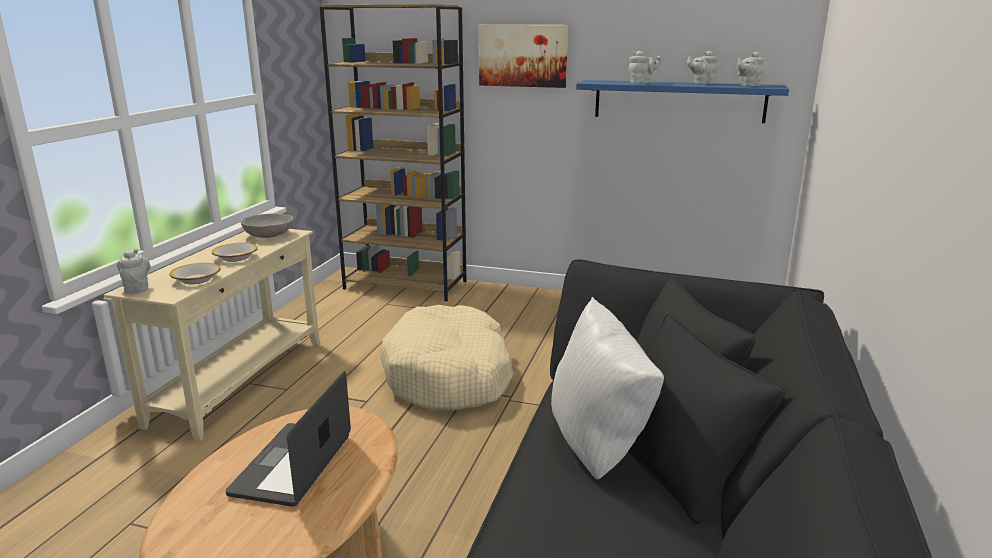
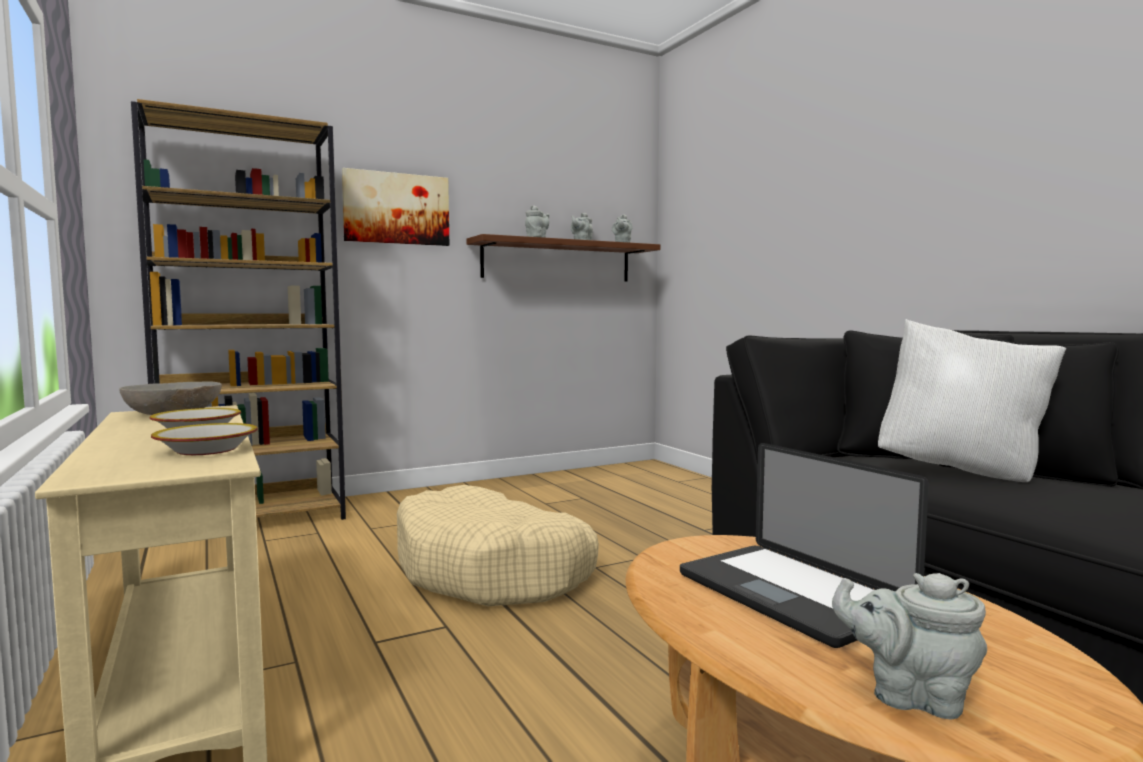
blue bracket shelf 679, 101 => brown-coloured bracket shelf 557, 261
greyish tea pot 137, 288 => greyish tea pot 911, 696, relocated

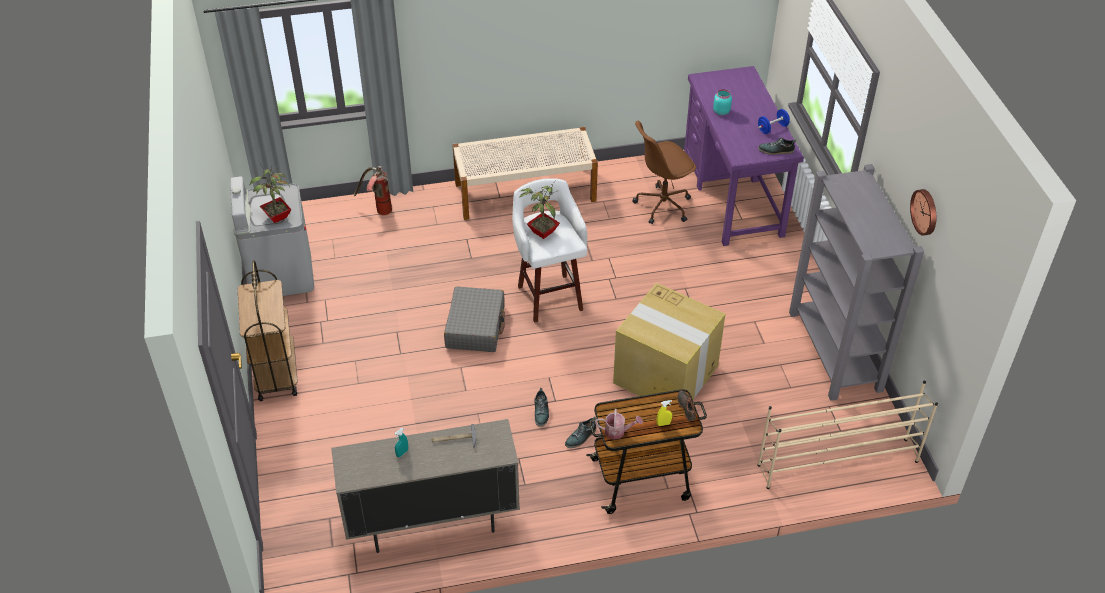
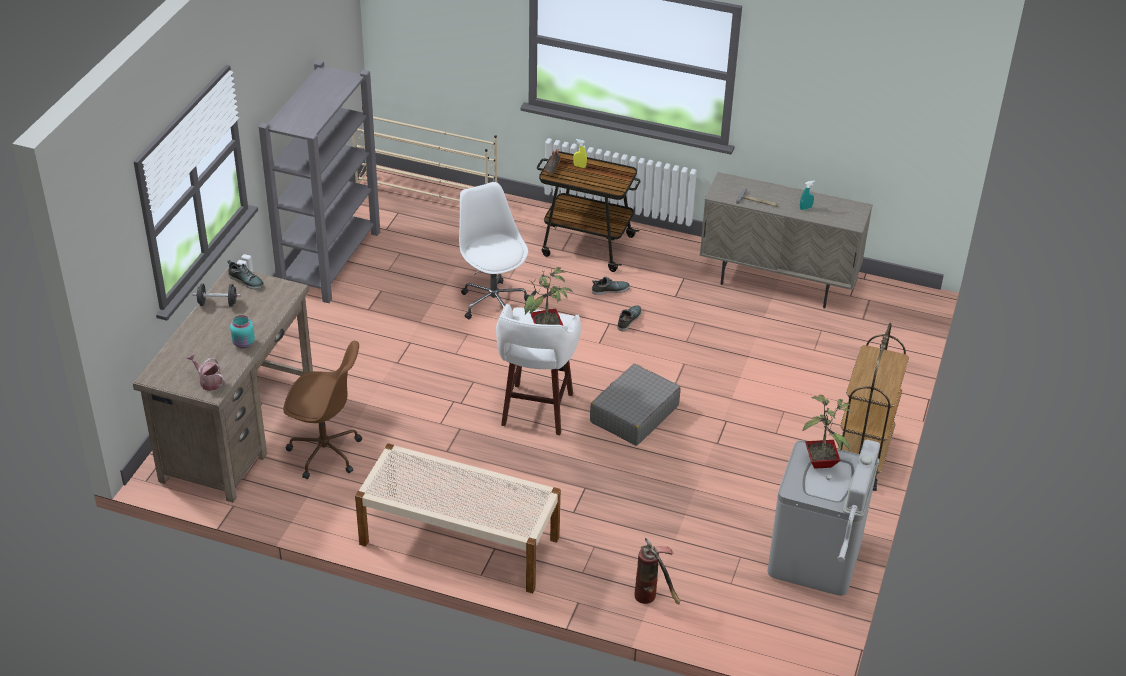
purple-coloured desk table 733, 195 => brown-coloured desk table 237, 431
sprinkling can 617, 431 => sprinkling can 208, 382, relocated
blue dumbbell 772, 128 => black dumbbell 218, 303
carton 667, 375 => white-coloured computer chair 493, 302
clock on the wall 925, 212 => nothing

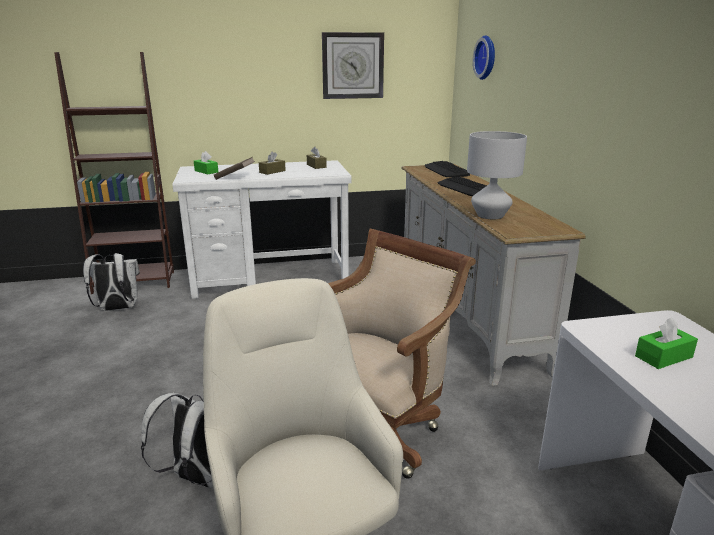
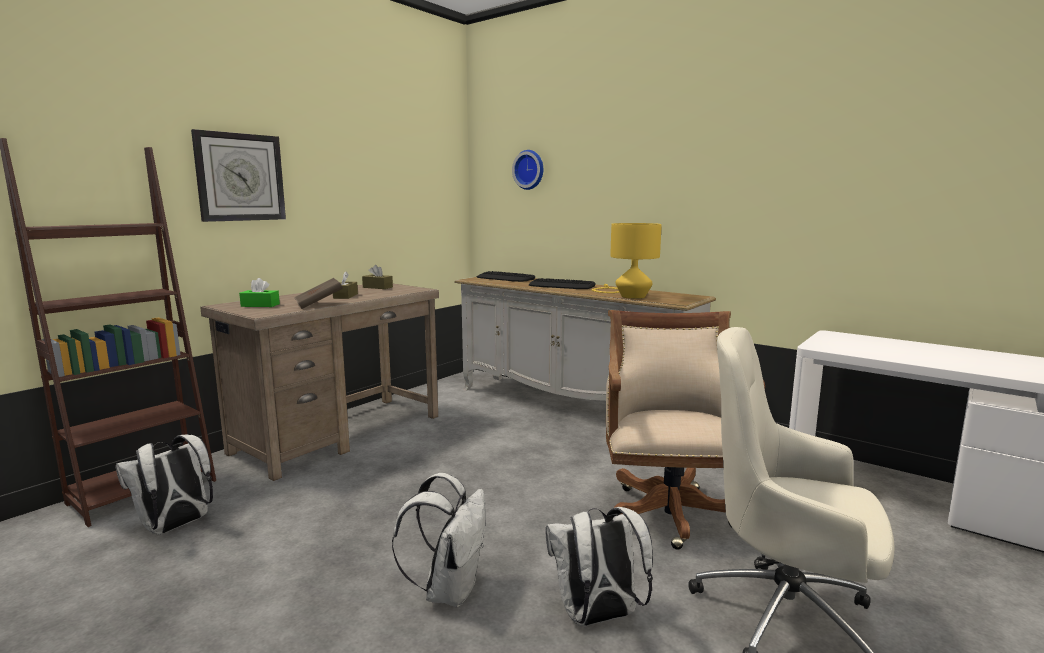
clock on the wall 352, 66 => clock on the wall 240, 177, relocated
white-coloured desk table 270, 278 => brown-coloured desk table 339, 433
nothing => white-coloured rucksack 449, 590
greyish table lamp 491, 210 => yellow table lamp 623, 294
green-coloured box of tissues 663, 357 => nothing

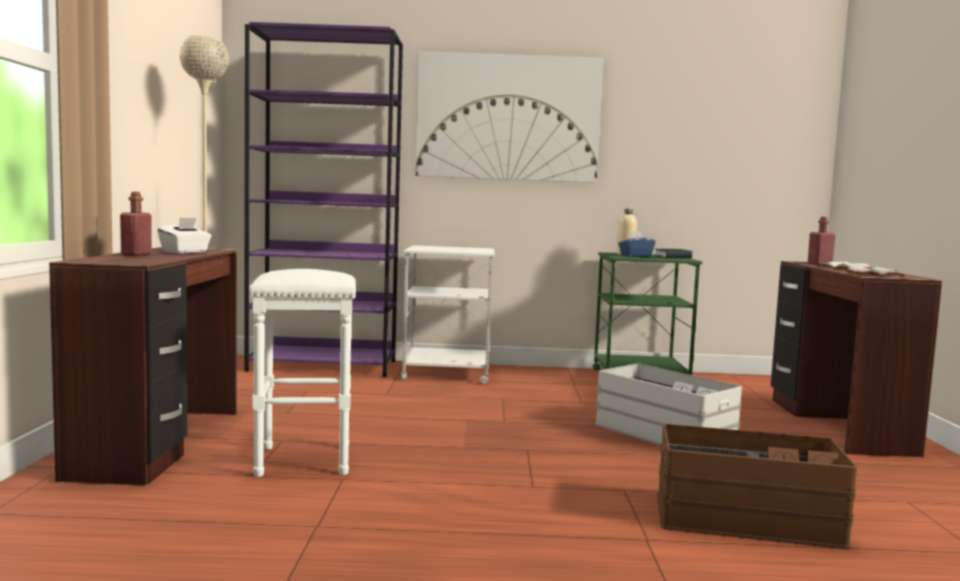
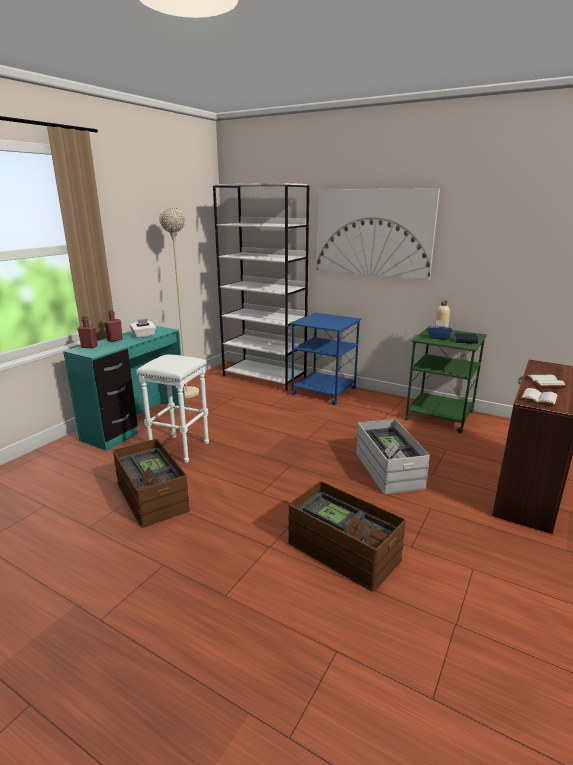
brown-coloured desk table 161, 443 => blue-green desk table 137, 424
red-coloured beverage bottle 819, 264 => red-coloured beverage bottle 89, 347, relocated
nothing => brown-coloured storage box 153, 495
purple-coloured bookshelf 324, 366 => white-coloured bookshelf 265, 377
white-coloured wheeled cart 448, 372 => blue wheeled cart 325, 392

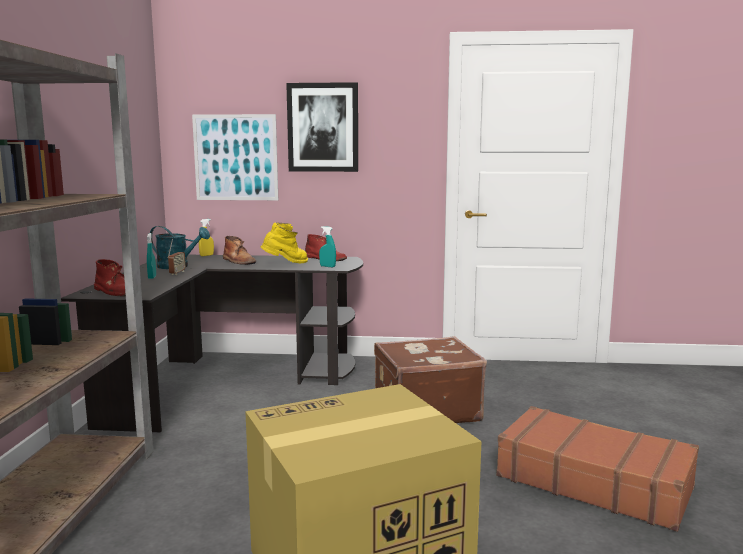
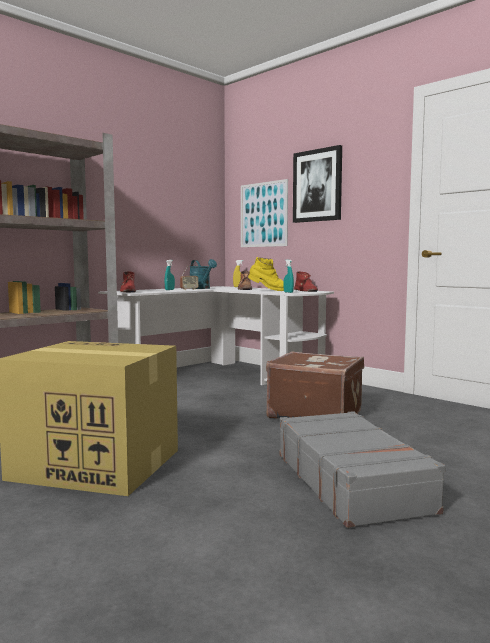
black desk table 223, 380 => white-coloured desk table 221, 375
brown-coloured piece of luggage 593, 481 => greyish piece of luggage 351, 481

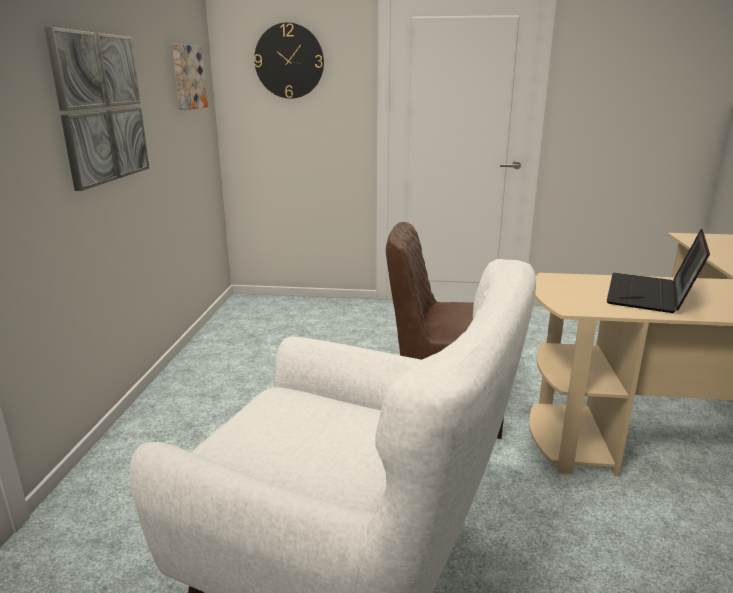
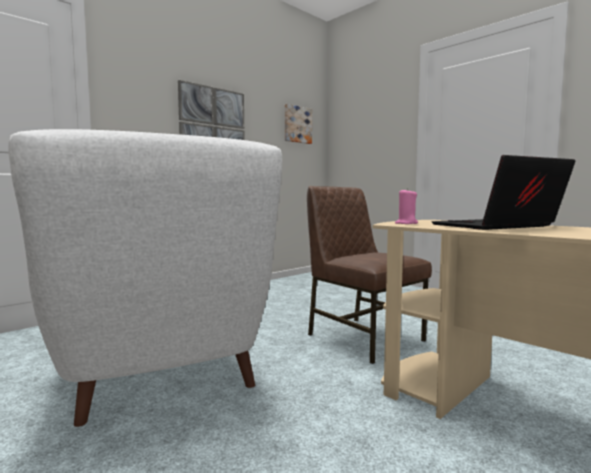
nothing => pinkish candle 406, 223
clock on the wall 289, 61 => nothing

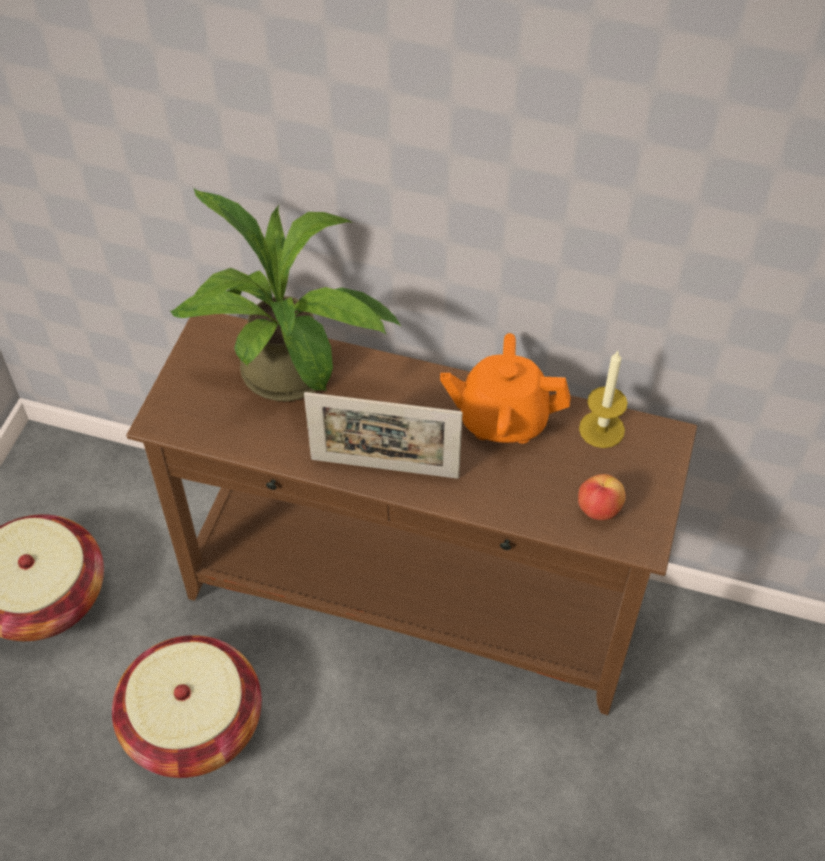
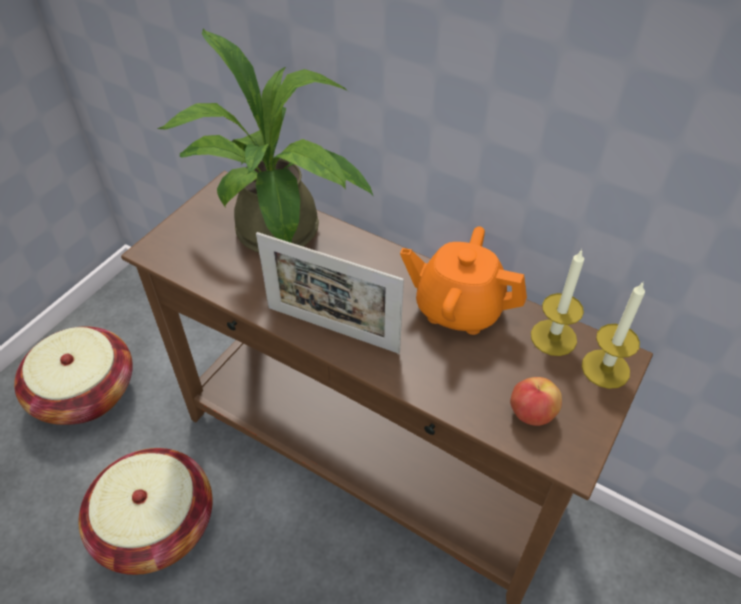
nothing => candle 605, 368

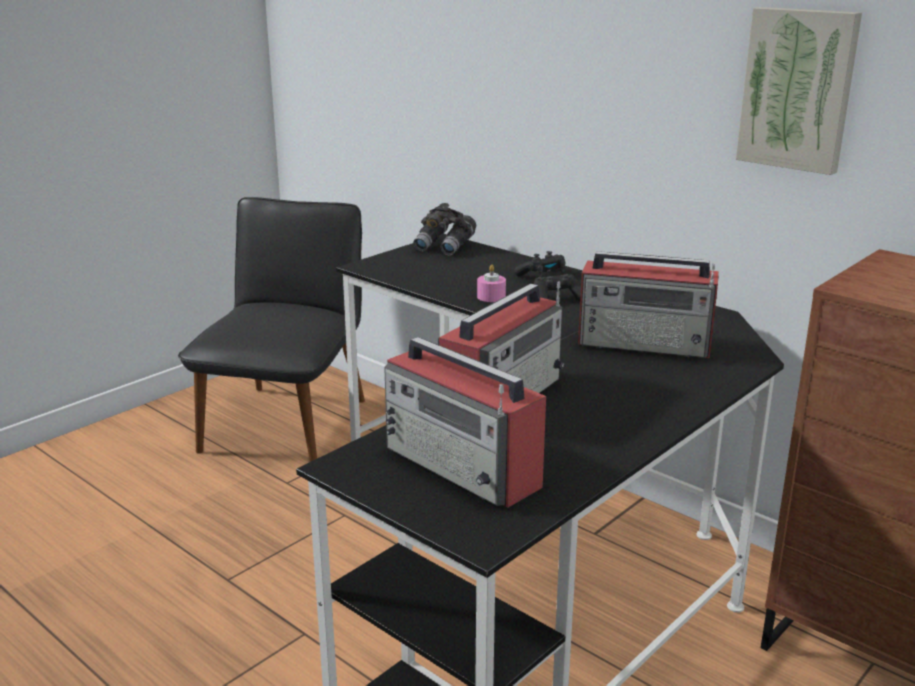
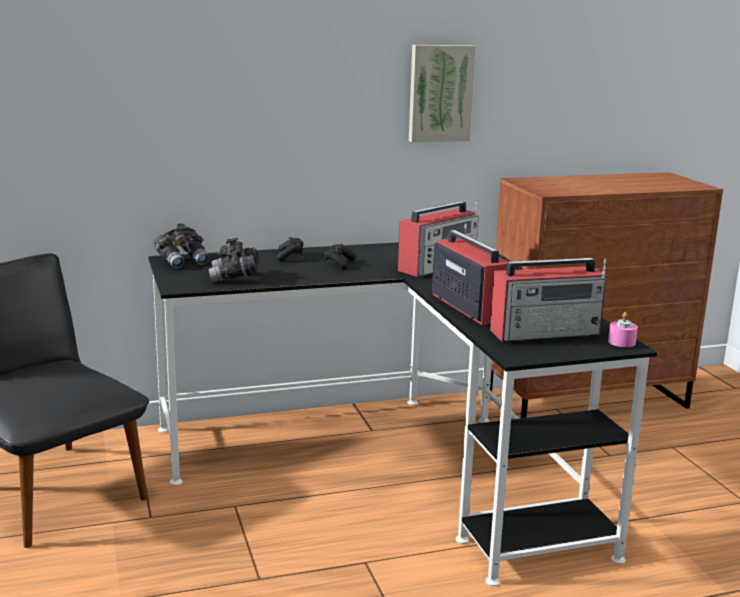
nothing => greyish binoculars 235, 278
pinkish candle 491, 297 => pinkish candle 621, 342, relocated

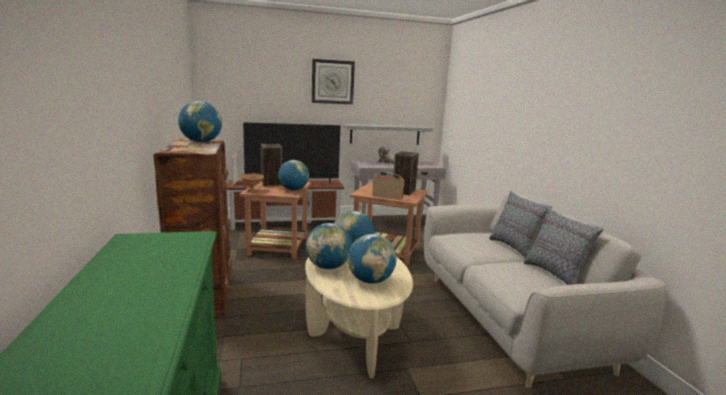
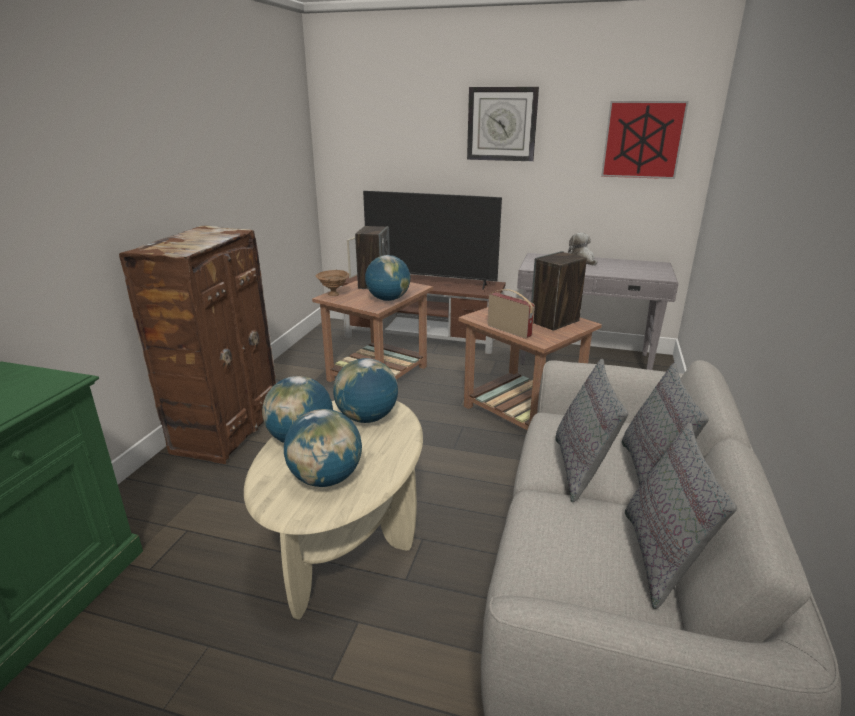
nothing => greyish cushion 580, 469
nothing => wall art 642, 140
desk globe 201, 142 => nothing
greyish bracket shelf 385, 134 => nothing

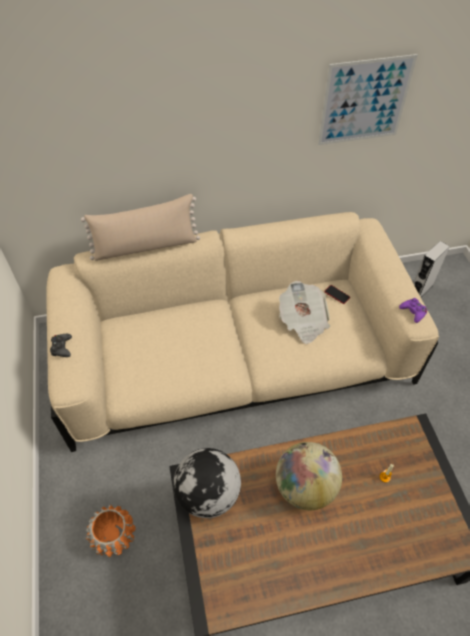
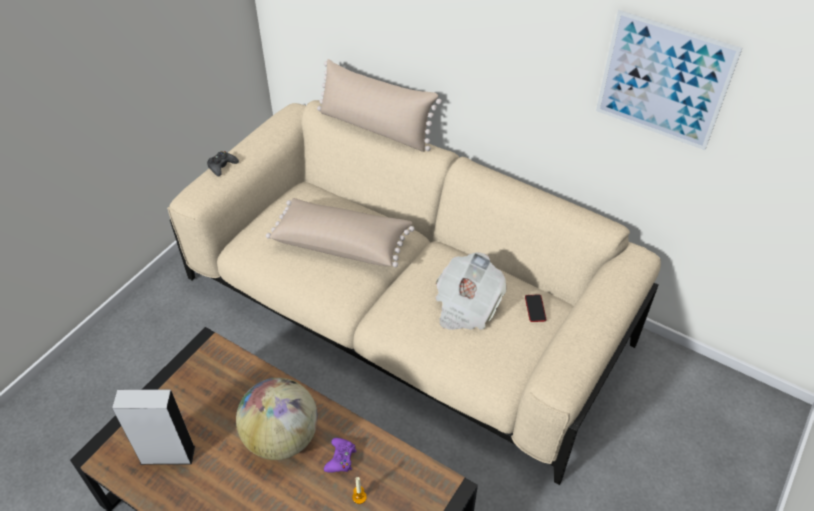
greyish speaker 420, 290 => greyish speaker 167, 455, relocated
nothing => sand-coloured cushion 342, 242
purple-coloured joypad 413, 312 => purple-coloured joypad 341, 458, relocated
orangey flower pot 114, 535 => nothing
desk globe 208, 494 => nothing

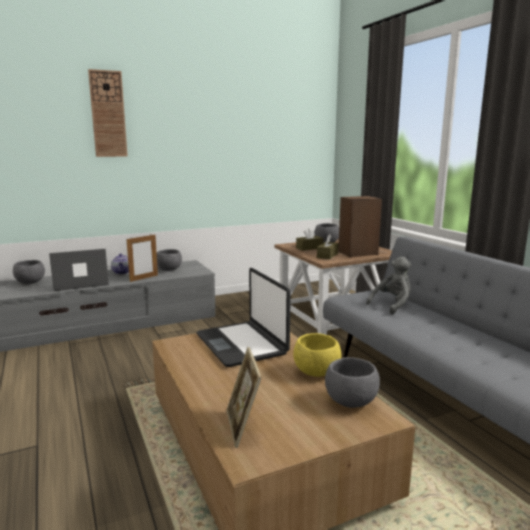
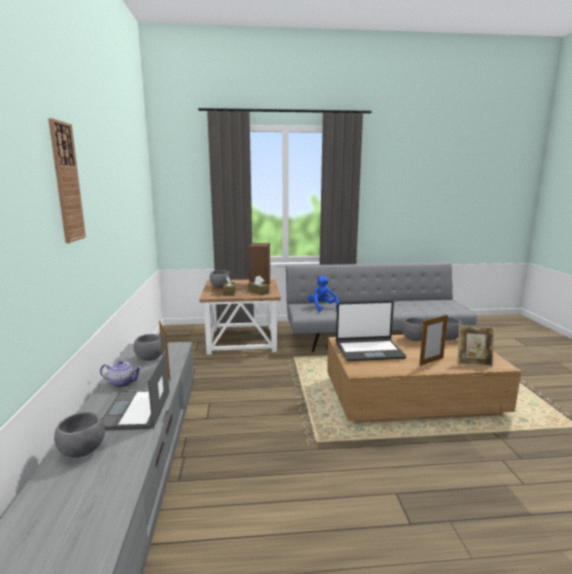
greyish soft toy 392, 305 => blue soft toy 322, 307
yellow deep dish 316, 373 => greyish deep dish 414, 339
nothing => standing frame 431, 361

